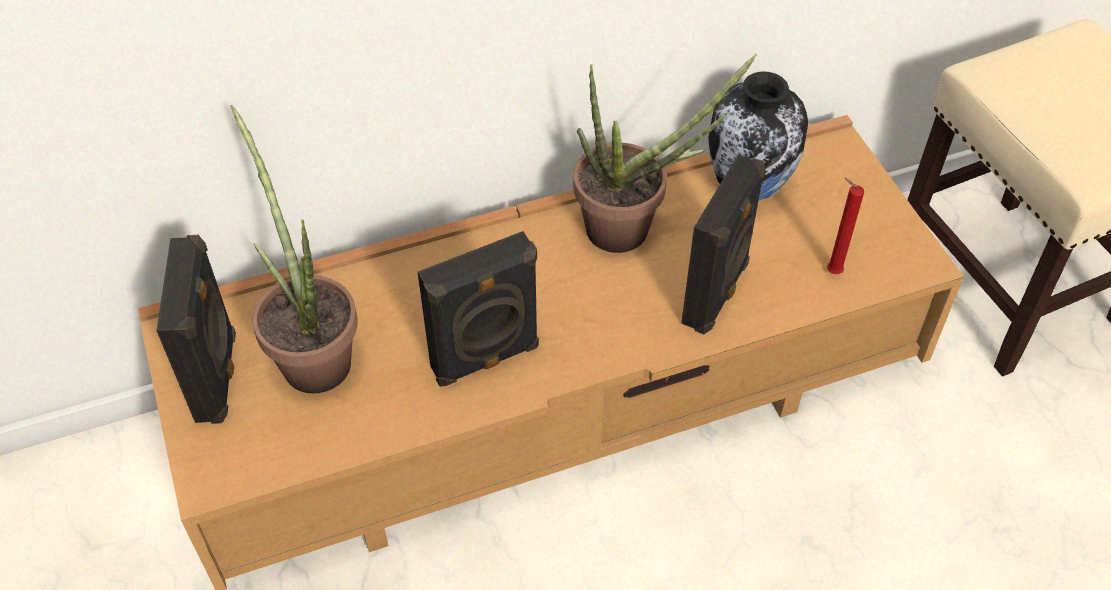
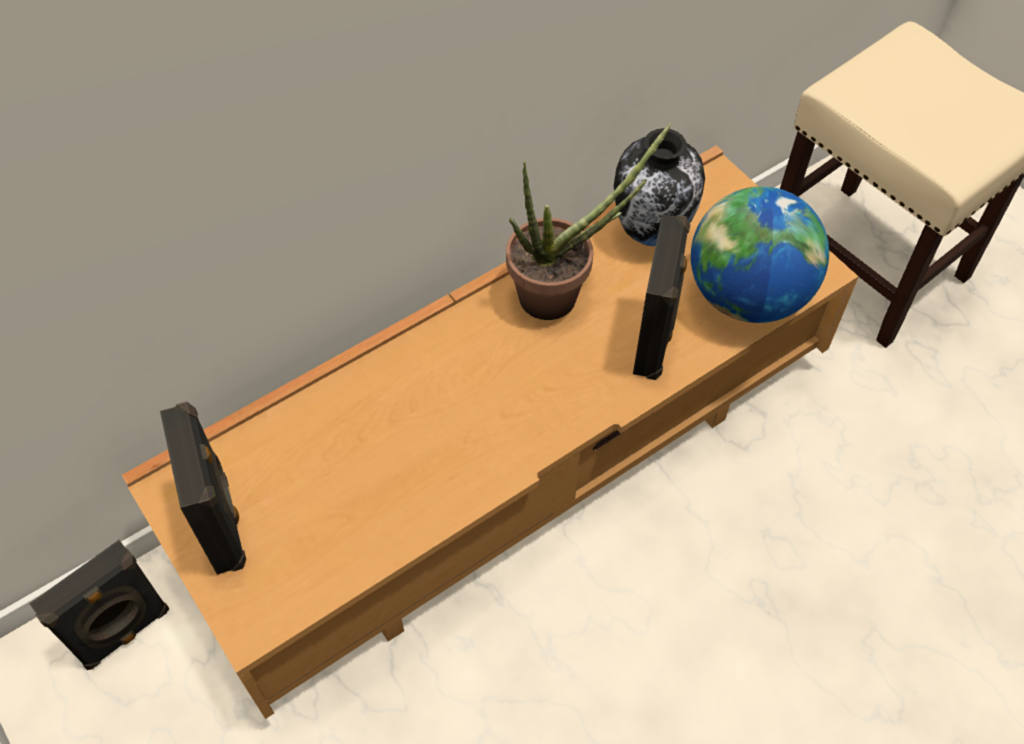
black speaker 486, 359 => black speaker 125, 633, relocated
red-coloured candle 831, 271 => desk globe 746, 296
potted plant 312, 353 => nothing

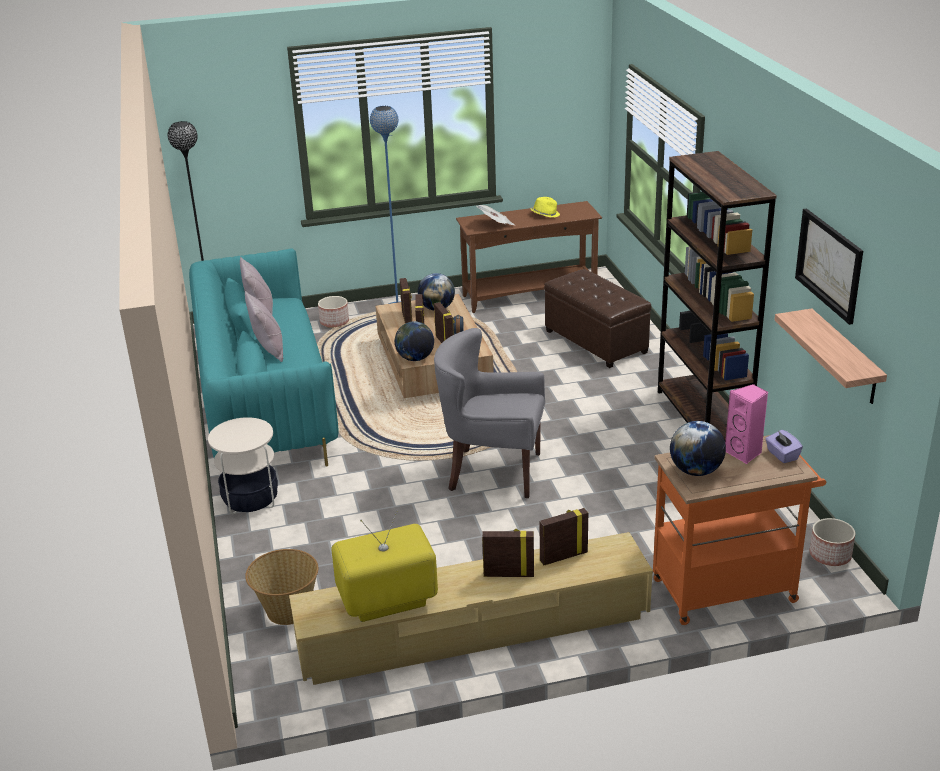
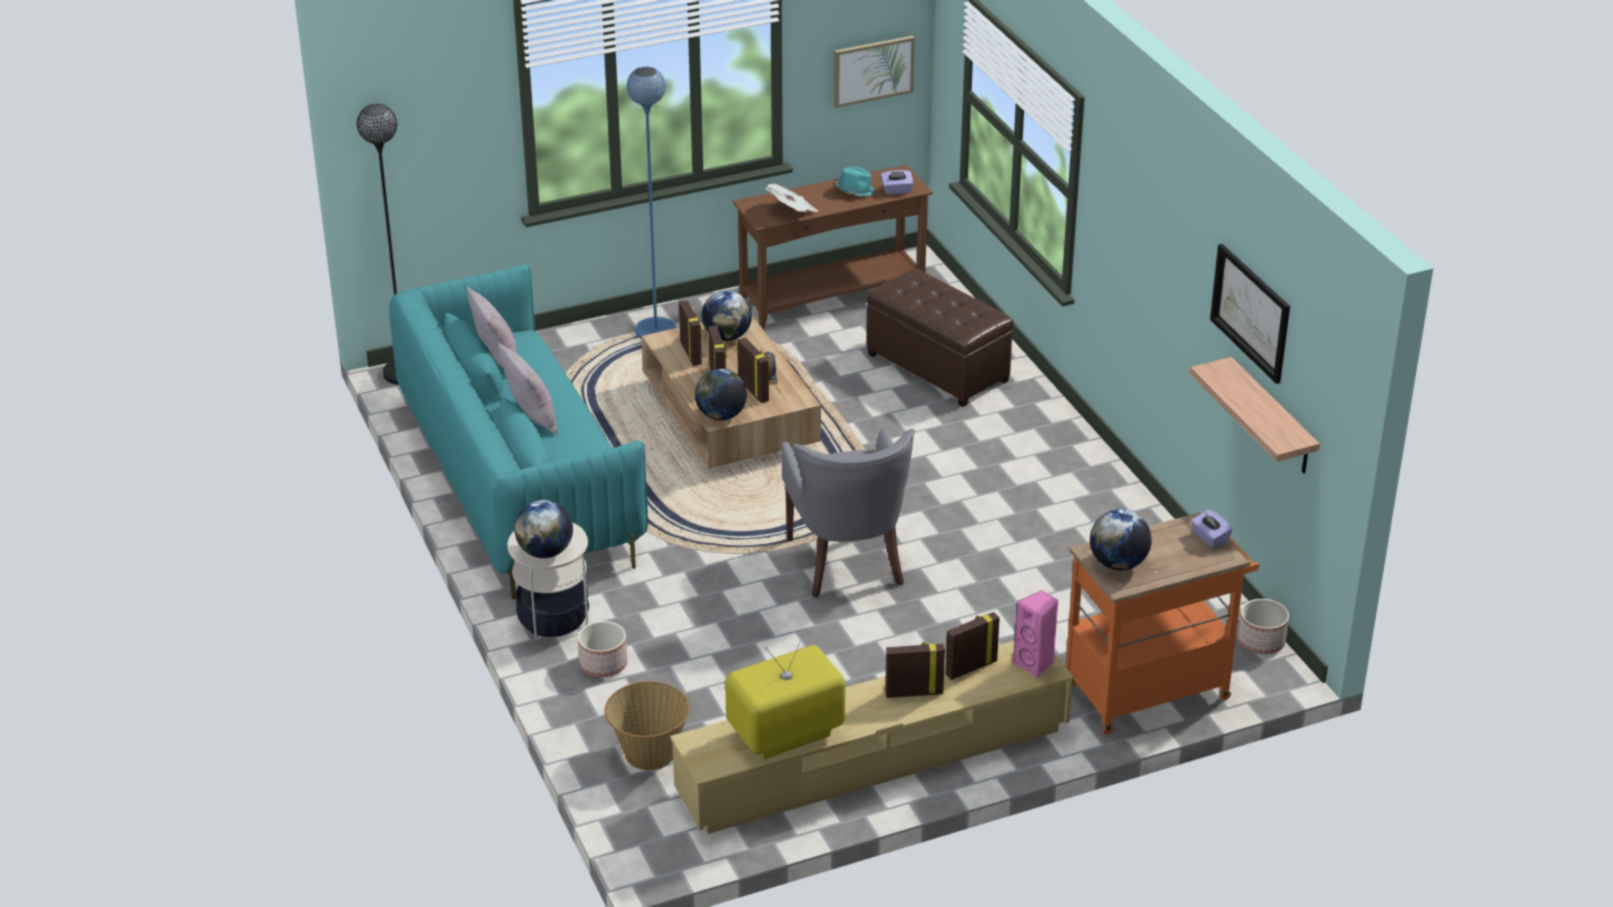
nothing => desk globe 545, 552
flower pot 335, 322 => flower pot 604, 664, relocated
greyish lounge chair 492, 472 => greyish lounge chair 846, 563, 105 degrees counterclockwise
nothing => wall art 873, 70
yellow wearable hat 545, 214 => blue-green wearable hat 854, 190
nothing => purple-coloured box of tissues 896, 190
pinkish speaker 744, 453 => pinkish speaker 1035, 664, relocated
brown-coloured bookshelf 702, 417 => nothing

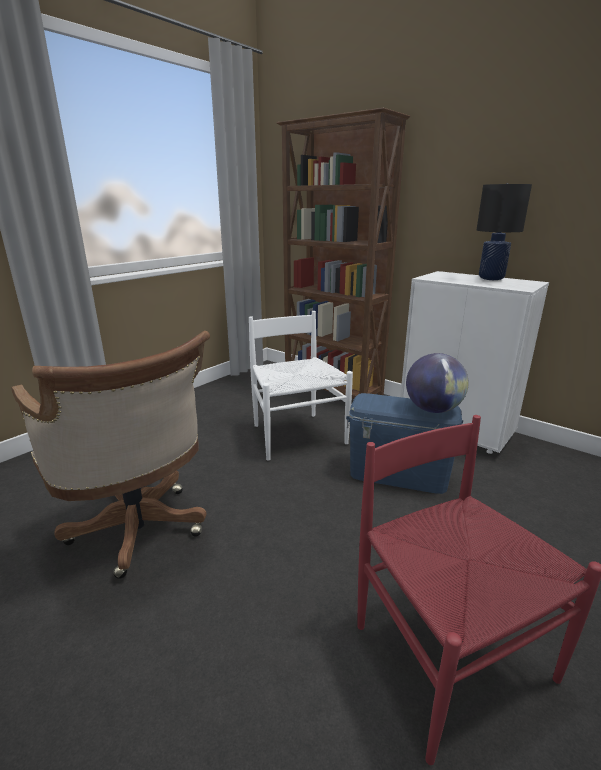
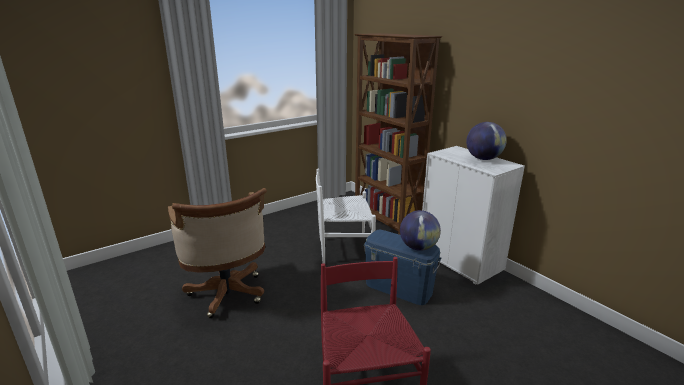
white-coloured upright chair 296, 435 => white-coloured upright chair 344, 250, 90 degrees counterclockwise
black table lamp 490, 279 => desk globe 483, 159

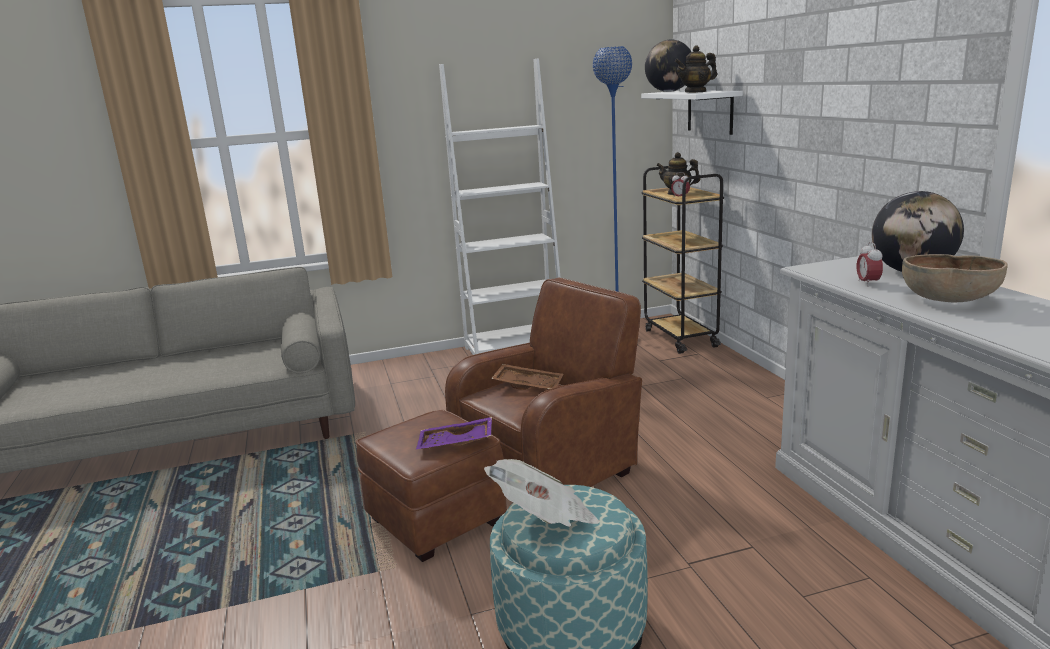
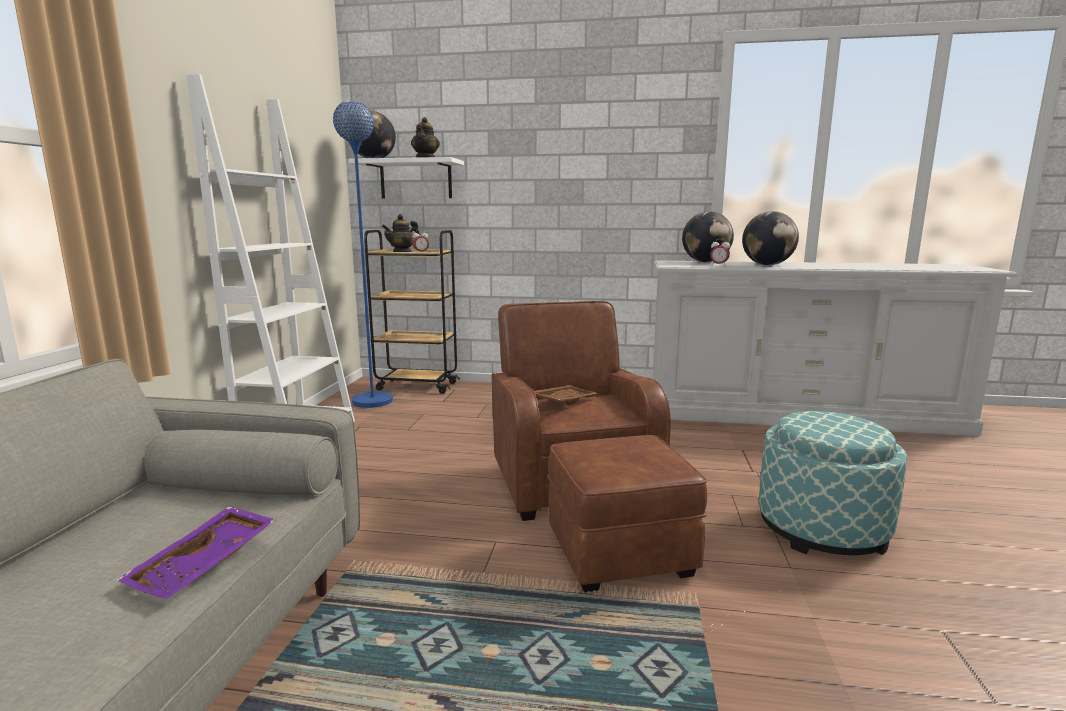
purple-coloured serving tray 455, 444 => purple-coloured serving tray 205, 565, relocated
brown-coloured deep dish 948, 301 => desk globe 767, 265
newspaper 544, 518 => nothing

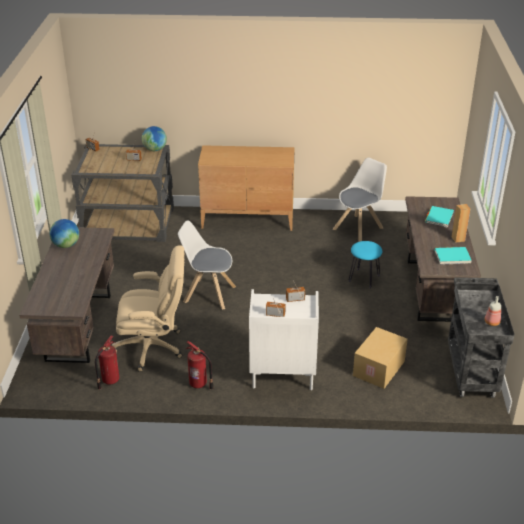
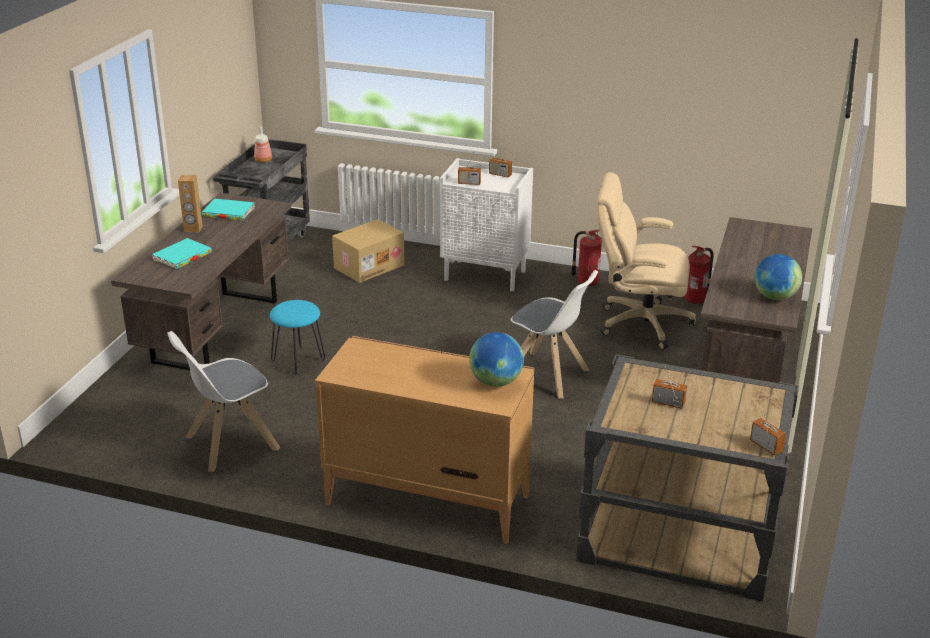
desk globe 155, 149 => desk globe 495, 382, relocated

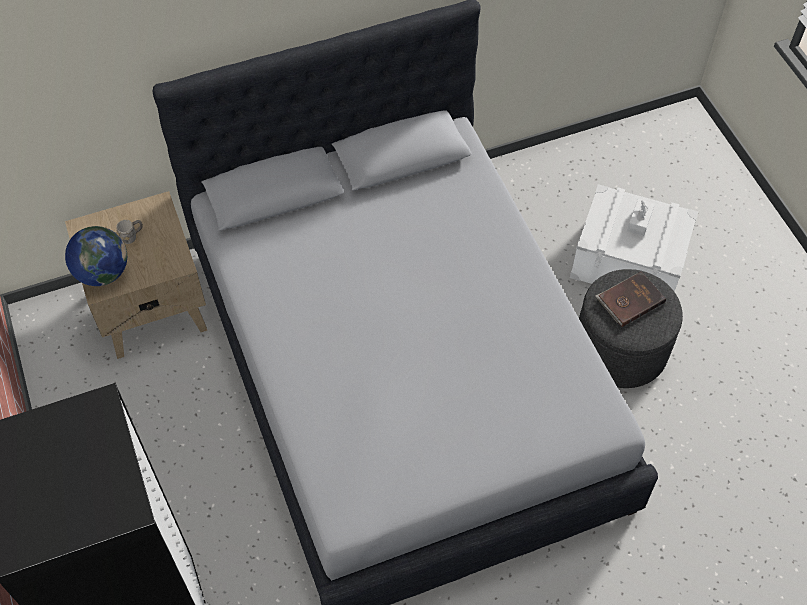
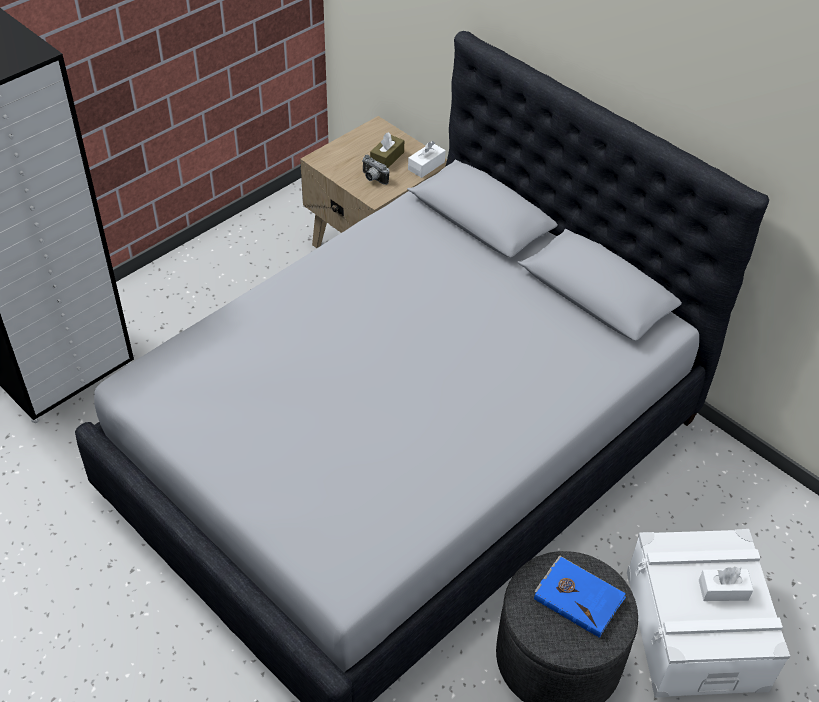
nothing => still camera 372, 179
greyish tea mug 132, 236 => brown-coloured box of tissues 387, 158
nothing => white-coloured box of tissues 426, 166
brown-coloured volume 629, 300 => blue volume 578, 597
desk globe 102, 273 => nothing

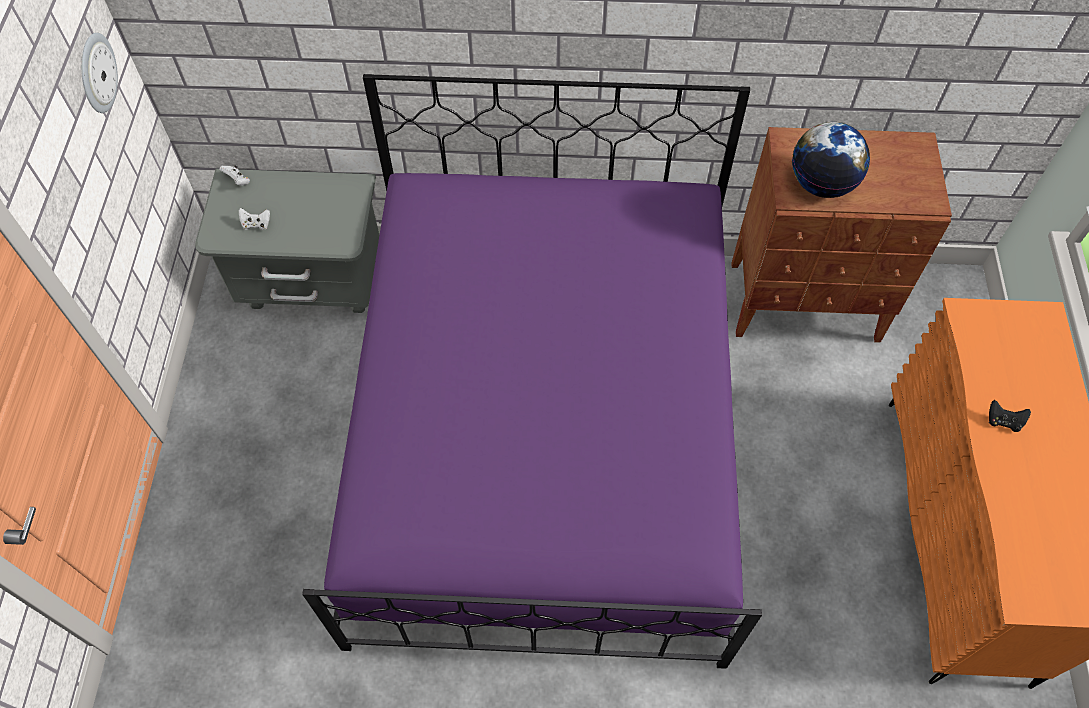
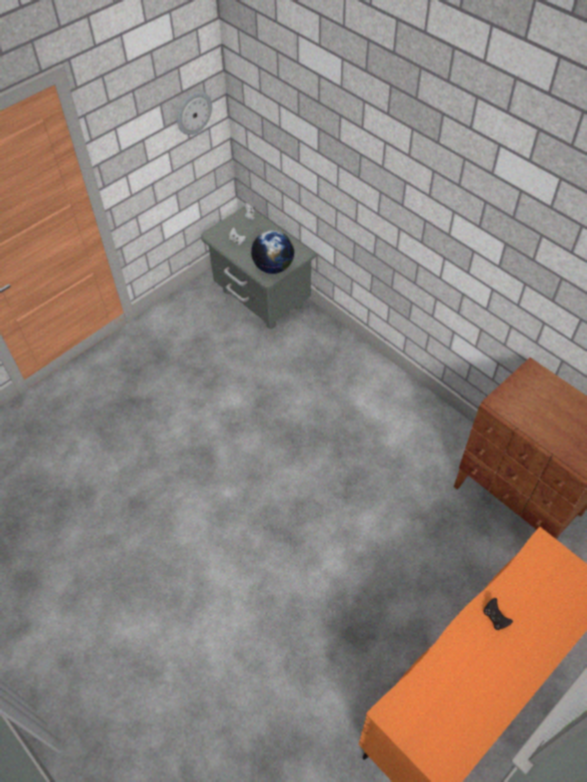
desk globe 821, 184 => desk globe 273, 267, relocated
purple-coloured bed 544, 433 => nothing

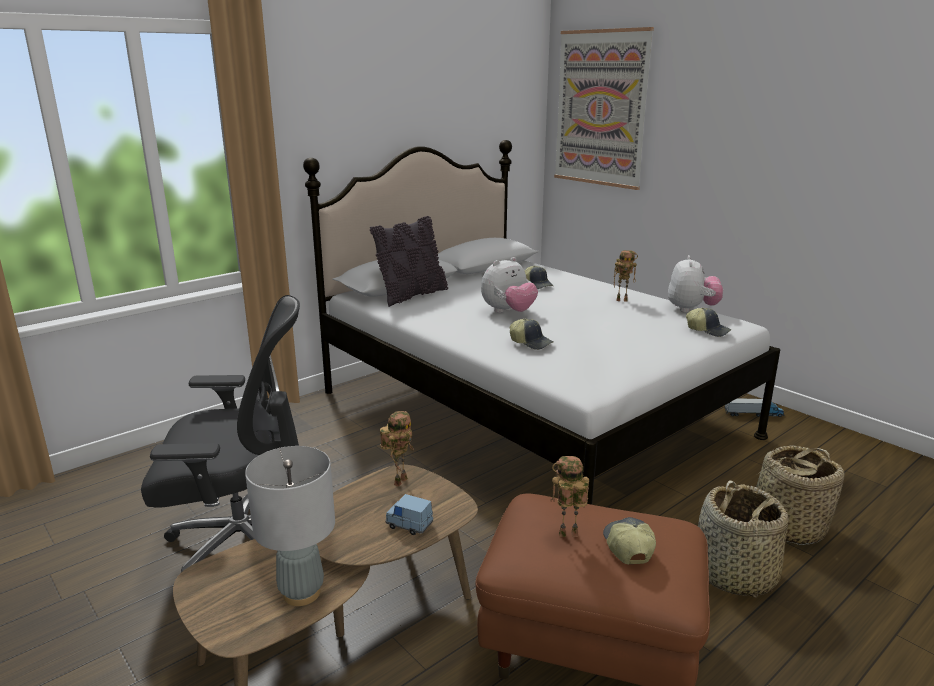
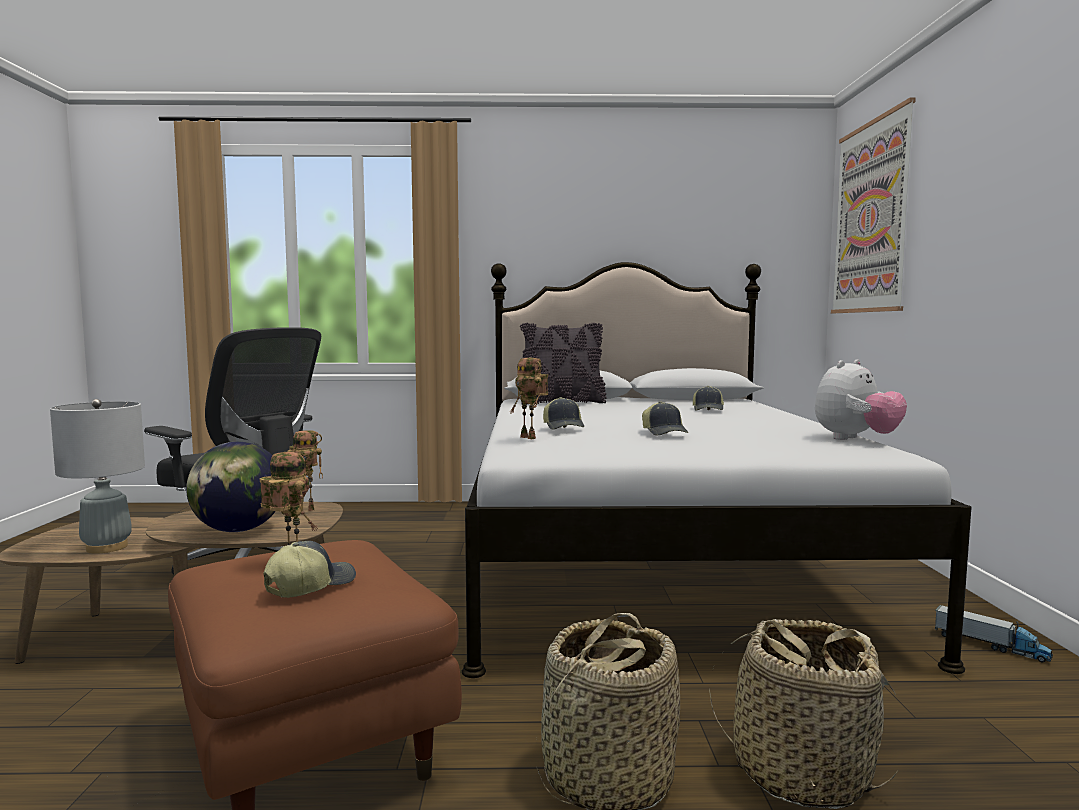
blue model car 409, 525 => desk globe 238, 530
toy robot 622, 300 => toy robot 530, 438, relocated
baseball cap 708, 330 => baseball cap 665, 432, relocated
soft toy 508, 312 => nothing

